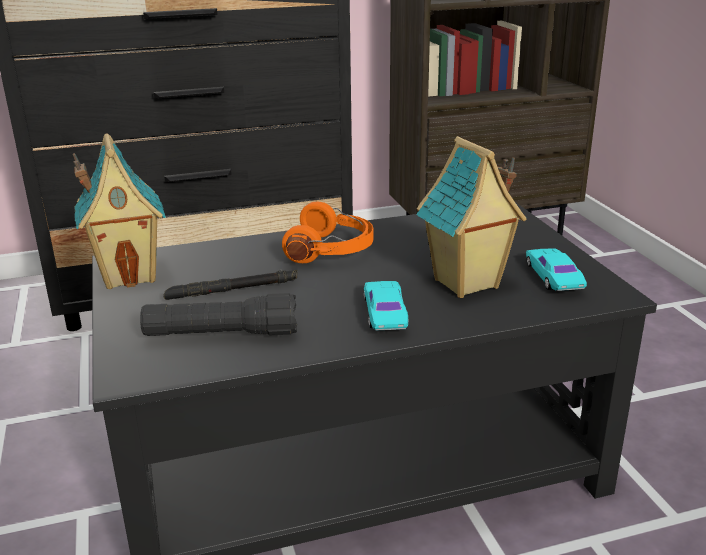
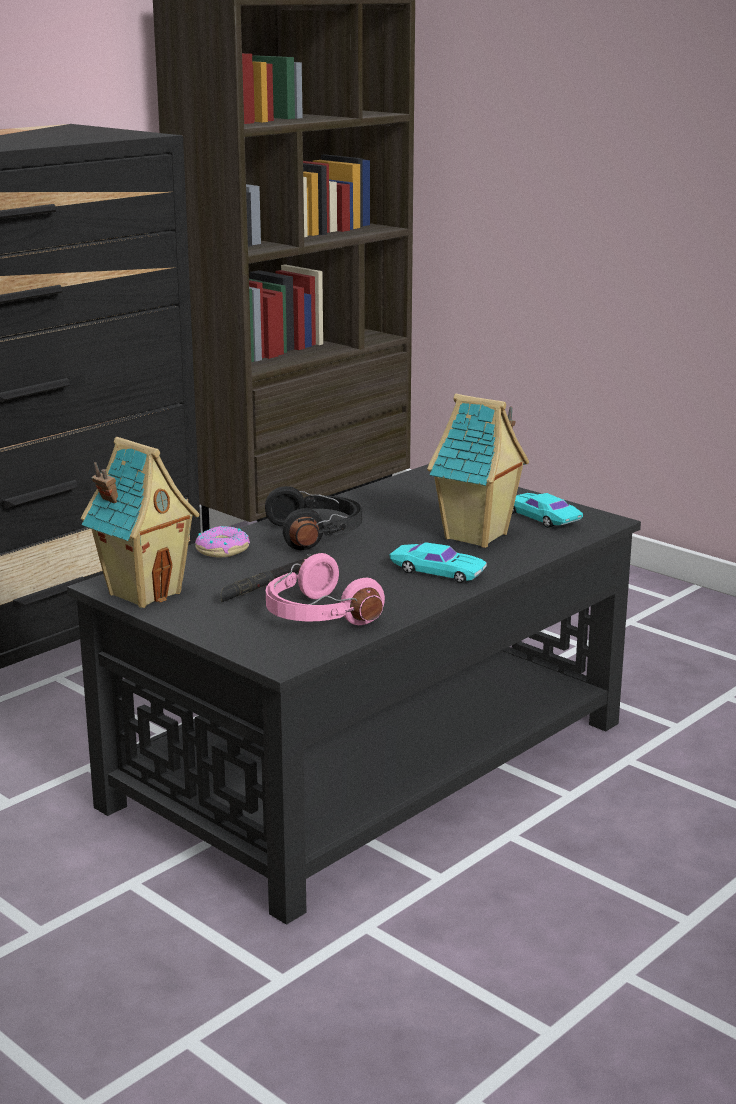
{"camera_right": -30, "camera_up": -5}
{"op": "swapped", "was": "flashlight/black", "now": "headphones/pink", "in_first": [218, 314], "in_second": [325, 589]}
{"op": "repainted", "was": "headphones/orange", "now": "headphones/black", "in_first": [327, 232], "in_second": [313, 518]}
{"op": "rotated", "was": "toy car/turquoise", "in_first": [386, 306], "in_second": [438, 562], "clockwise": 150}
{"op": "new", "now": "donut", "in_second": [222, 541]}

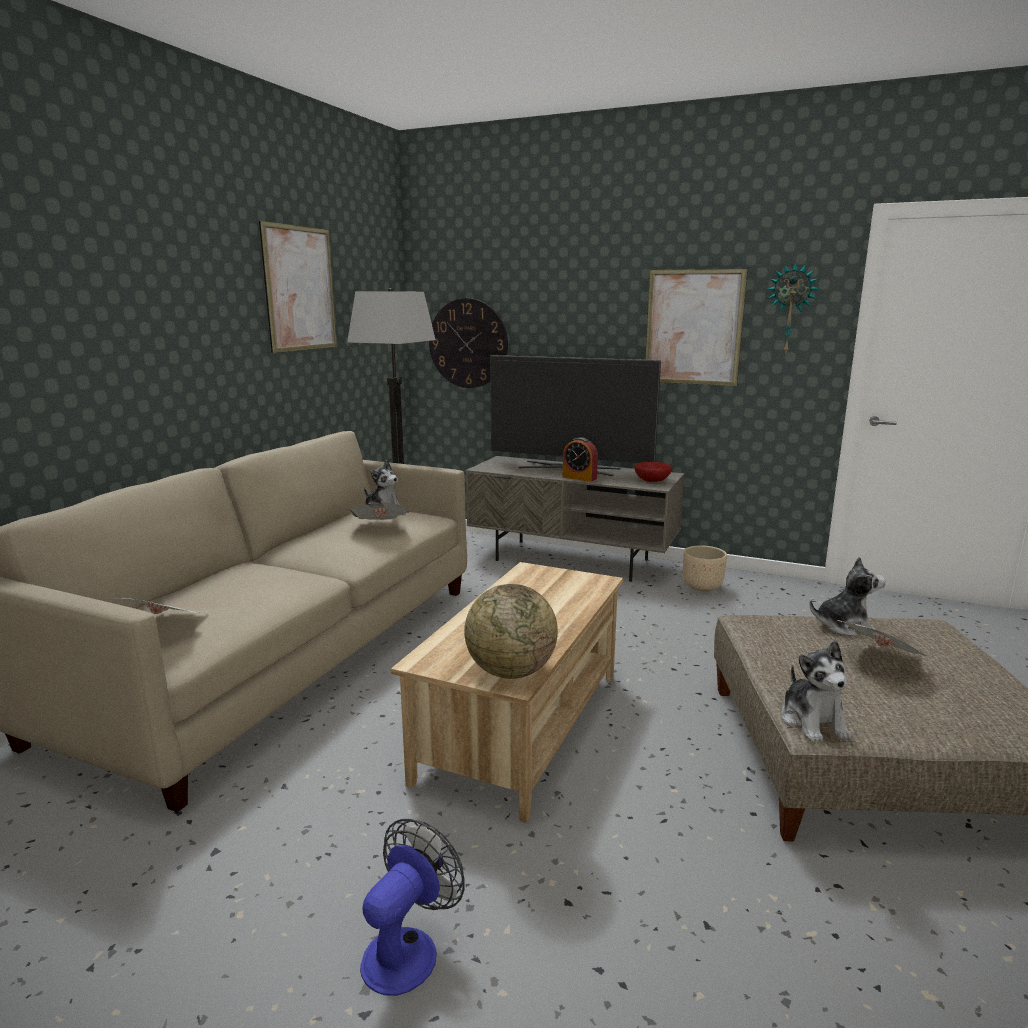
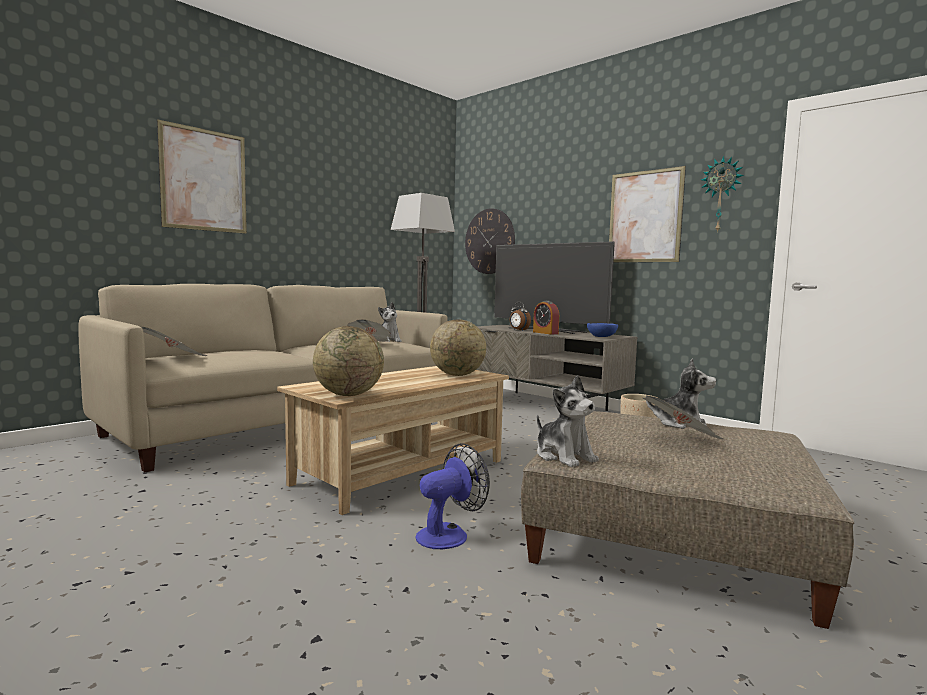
{"camera_right": 20, "camera_up": -10}
{"op": "shifted", "was": "picture", "in_first": [298, 287], "in_second": [202, 176]}
{"op": "shifted", "was": "fan", "in_first": [412, 907], "in_second": [452, 496]}
{"op": "repainted", "was": "bowl/red", "now": "bowl/blue", "in_first": [653, 472], "in_second": [602, 330]}
{"op": "rotated", "was": "plush toy", "in_first": [816, 691], "in_second": [568, 421], "clockwise": -45}
{"op": "new", "now": "globe", "in_second": [458, 348]}
{"op": "new", "now": "alarm clock", "in_second": [520, 316]}

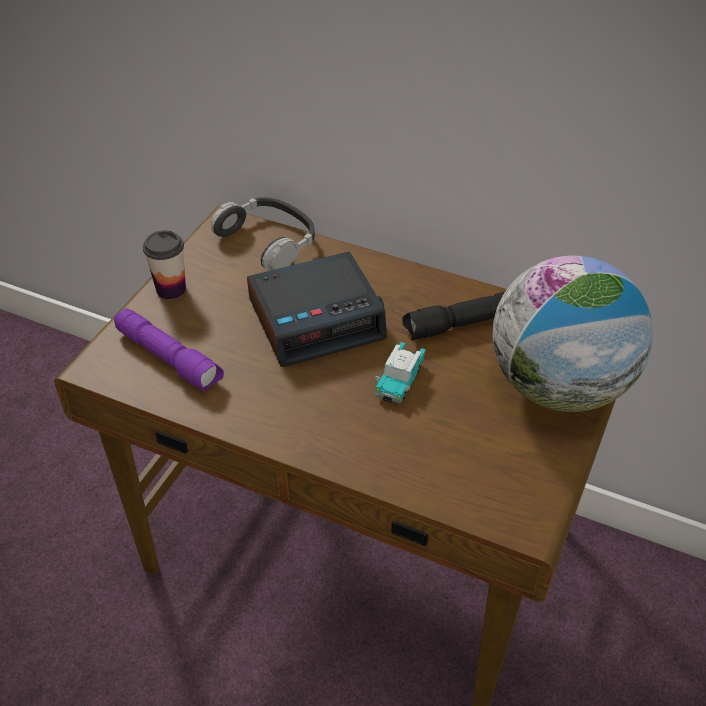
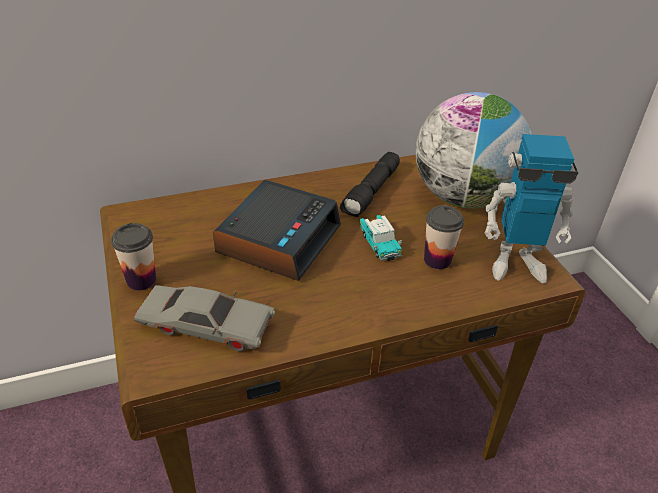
{"camera_right": -45, "camera_up": -5}
{"op": "swapped", "was": "flashlight/purple", "now": "toy car/grey", "in_first": [169, 350], "in_second": [204, 318]}
{"op": "gone", "was": "headphones", "in_first": [263, 234]}
{"op": "new", "now": "cup", "in_second": [444, 237]}
{"op": "new", "now": "toy robot", "in_second": [531, 209]}

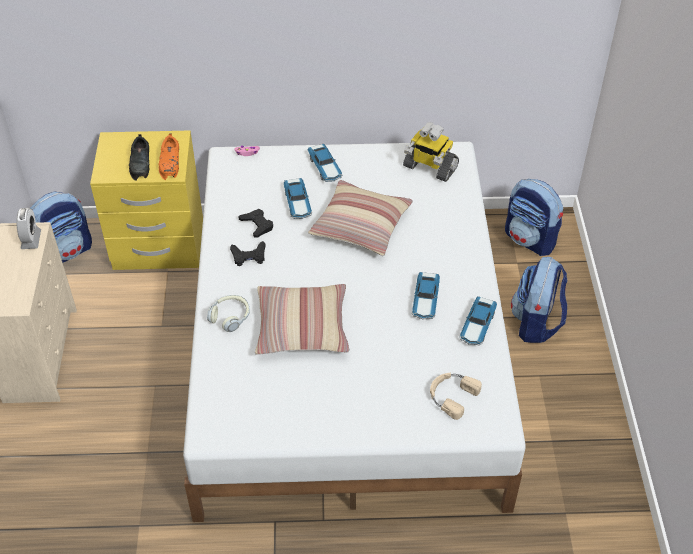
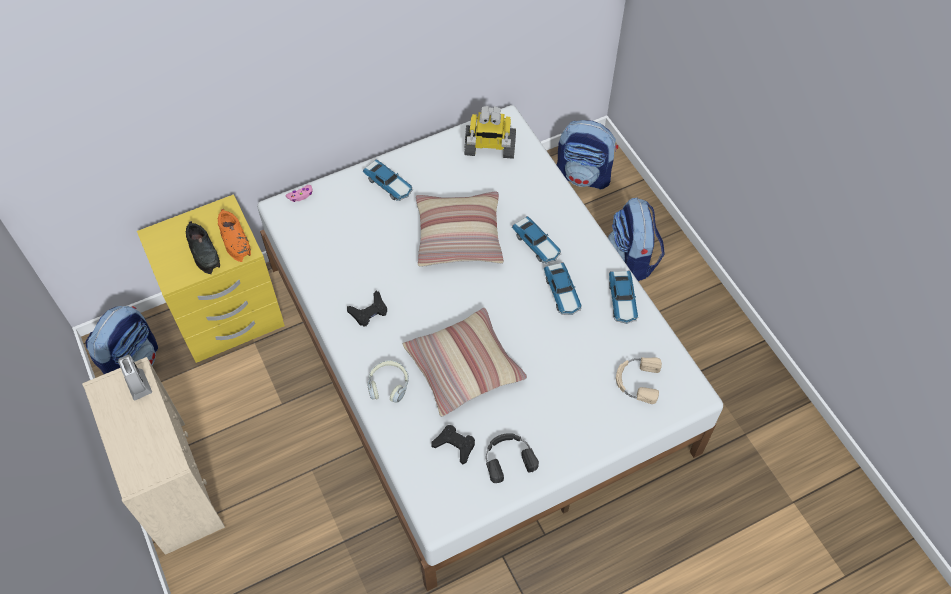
{"camera_right": -25, "camera_up": 10}
{"op": "shifted", "was": "game controller/black", "in_first": [255, 223], "in_second": [453, 445]}
{"op": "shifted", "was": "toy car", "in_first": [298, 198], "in_second": [536, 240]}
{"op": "new", "now": "headphones/black", "in_second": [512, 458]}

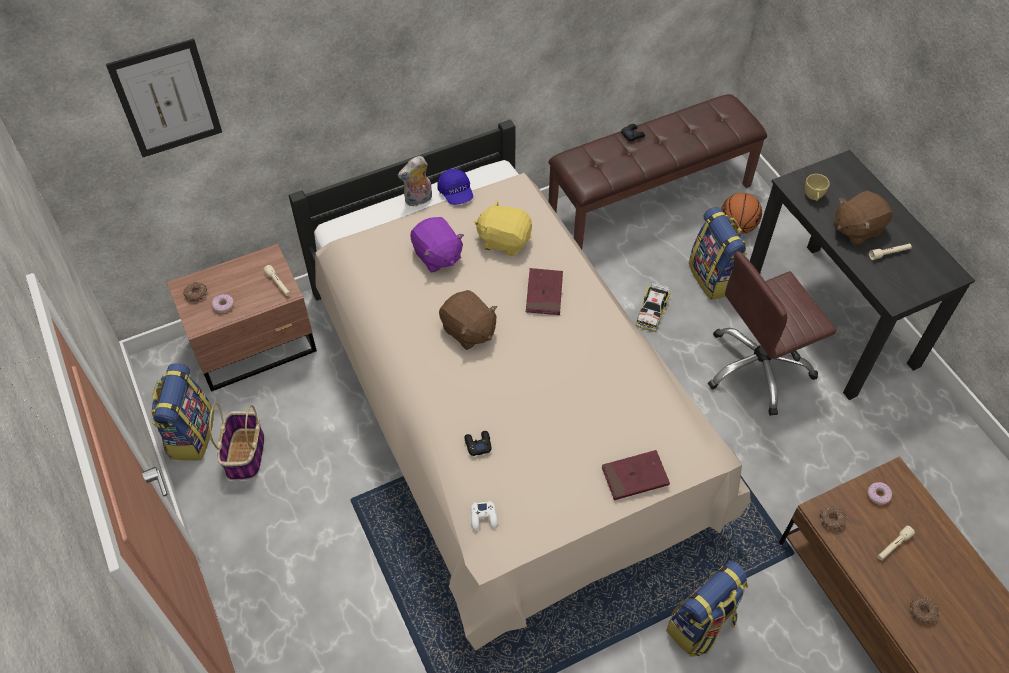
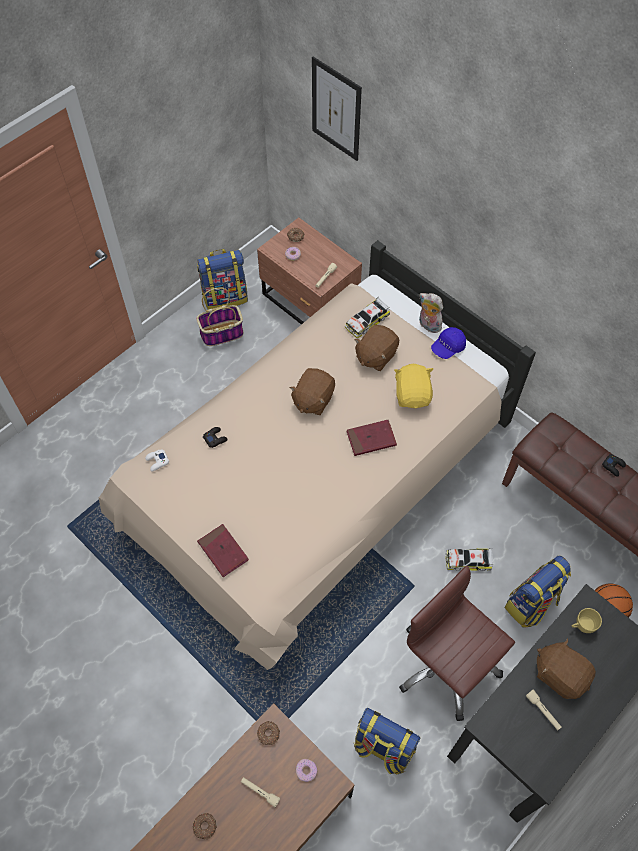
{"camera_right": 70, "camera_up": 5}
{"op": "repainted", "was": "plush toy/purple", "now": "plush toy/brown", "in_first": [437, 245], "in_second": [376, 347]}
{"op": "shifted", "was": "backpack", "in_first": [707, 609], "in_second": [387, 741]}
{"op": "new", "now": "toy car", "in_second": [367, 318]}

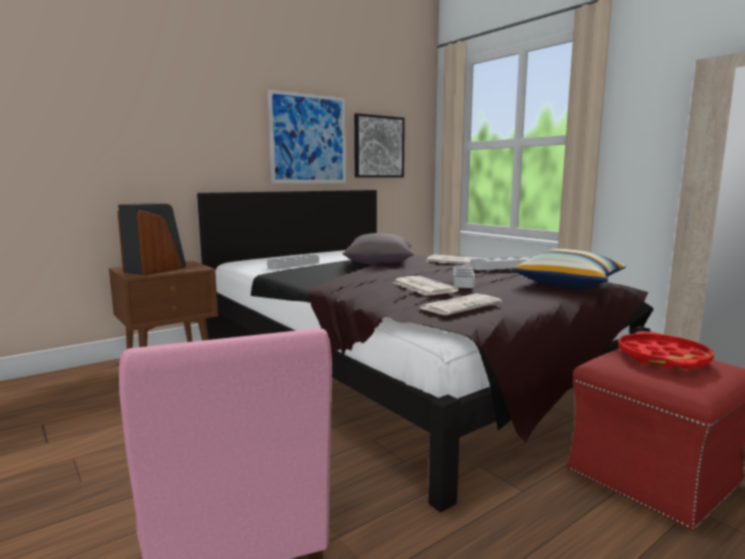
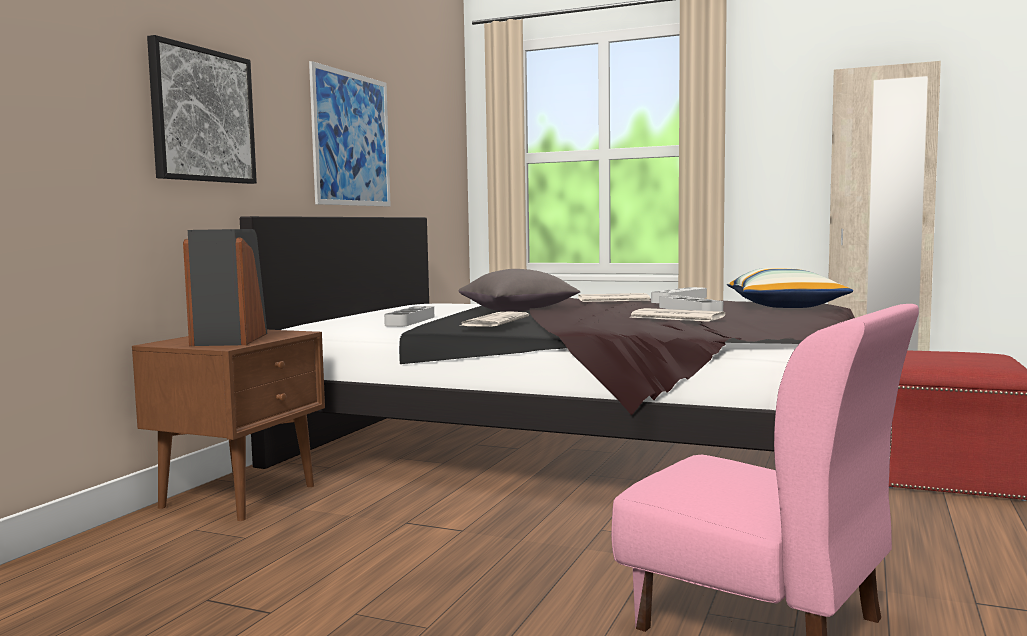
{"camera_right": -30, "camera_up": -5}
{"op": "shifted", "was": "picture", "in_first": [379, 145], "in_second": [202, 109]}
{"op": "shifted", "was": "newspaper", "in_first": [461, 304], "in_second": [494, 319]}
{"op": "gone", "was": "tray/red", "in_first": [666, 350]}

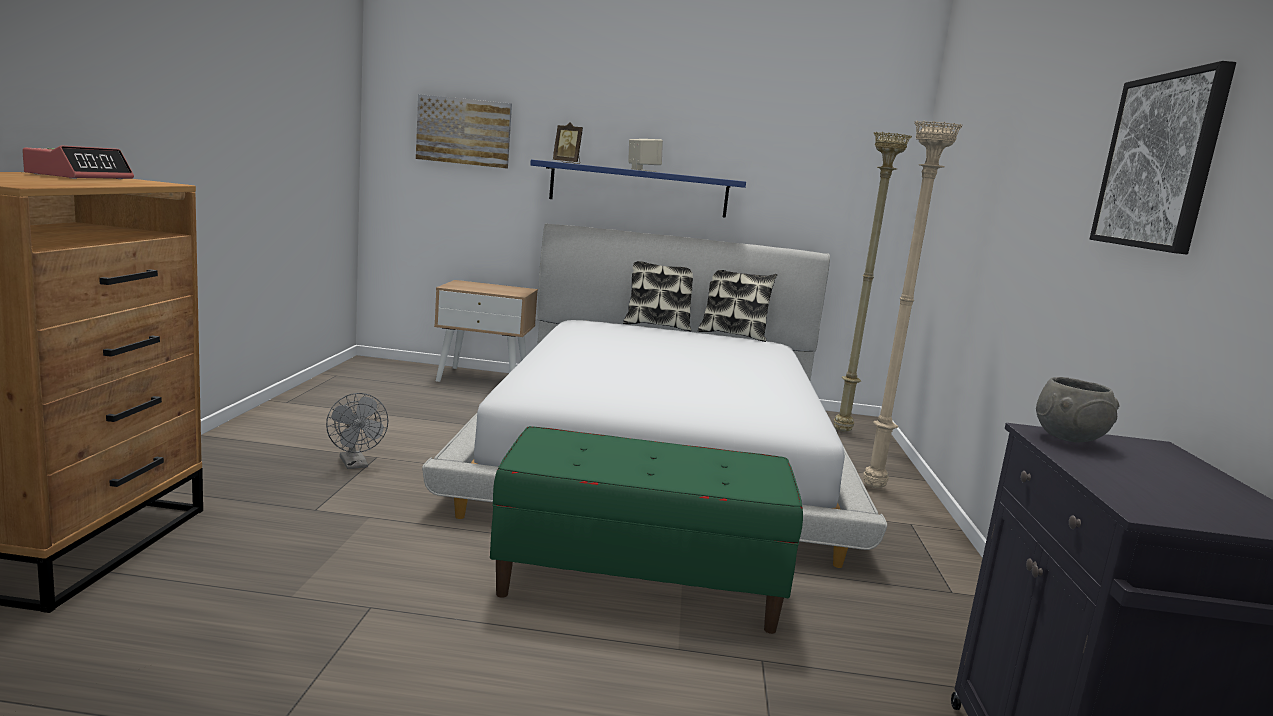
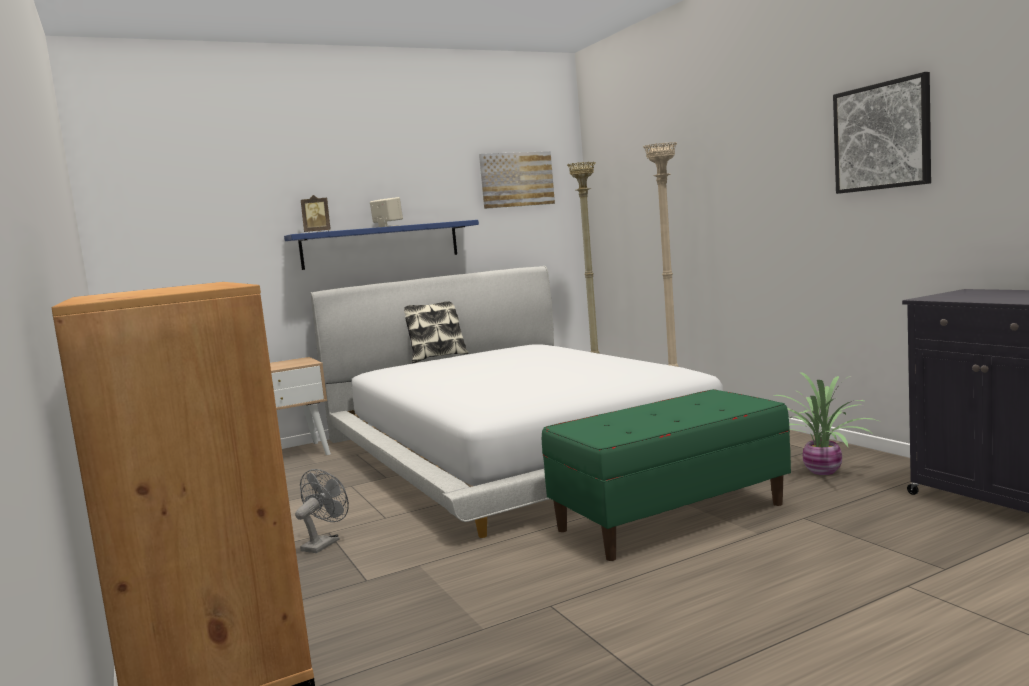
{"camera_right": -30, "camera_up": -5}
{"op": "gone", "was": "alarm clock", "in_first": [78, 162]}
{"op": "rotated", "was": "fan/grey", "in_first": [357, 431], "in_second": [322, 511], "clockwise": -90}
{"op": "shifted", "was": "picture", "in_first": [464, 131], "in_second": [517, 180]}
{"op": "gone", "was": "pillow", "in_first": [737, 306]}
{"op": "gone", "was": "bowl/grey", "in_first": [1078, 409]}
{"op": "new", "now": "potted plant", "in_second": [825, 423]}

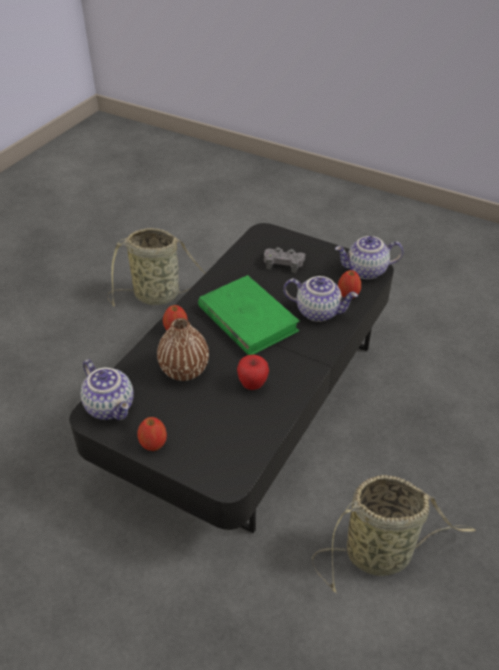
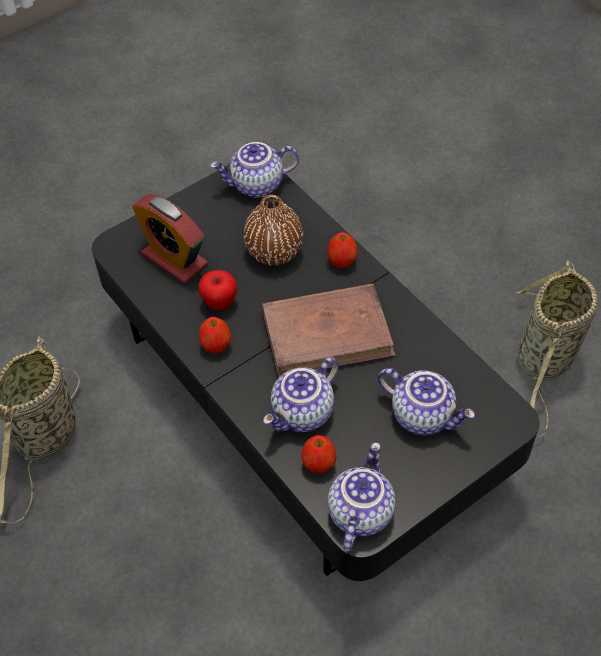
{"camera_right": 115, "camera_up": 10}
{"op": "shifted", "was": "apple", "in_first": [152, 434], "in_second": [215, 335]}
{"op": "repainted", "was": "book/green", "now": "book/brown", "in_first": [249, 315], "in_second": [329, 331]}
{"op": "swapped", "was": "game controller/grey", "now": "teapot", "in_first": [284, 260], "in_second": [426, 401]}
{"op": "new", "now": "alarm clock", "in_second": [170, 239]}

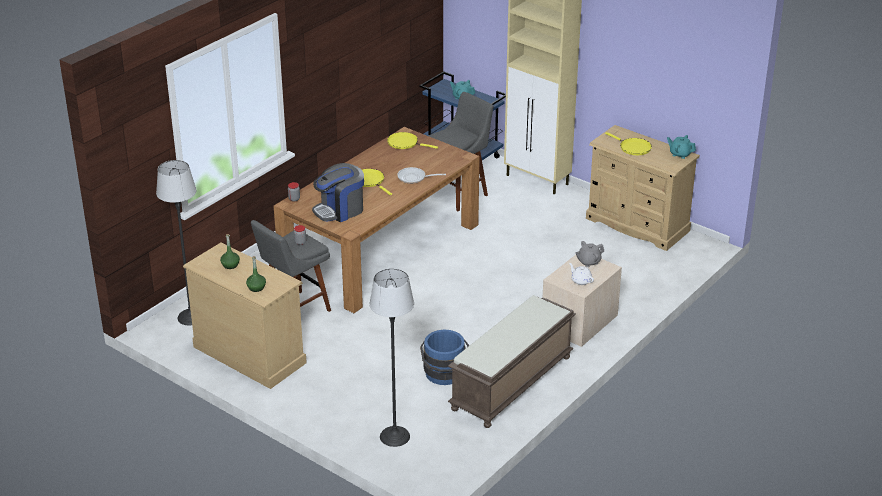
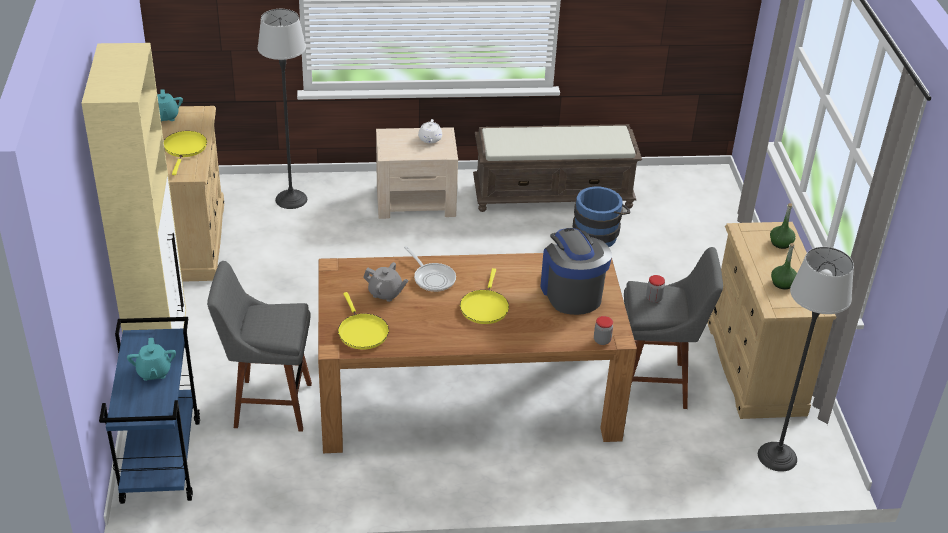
{"camera_right": -135, "camera_up": 5}
{"op": "rotated", "was": "coffee machine", "in_first": [338, 192], "in_second": [576, 271], "clockwise": -120}
{"op": "shifted", "was": "floor lamp", "in_first": [391, 357], "in_second": [282, 109]}
{"op": "shifted", "was": "teapot/grey", "in_first": [589, 254], "in_second": [385, 282]}

